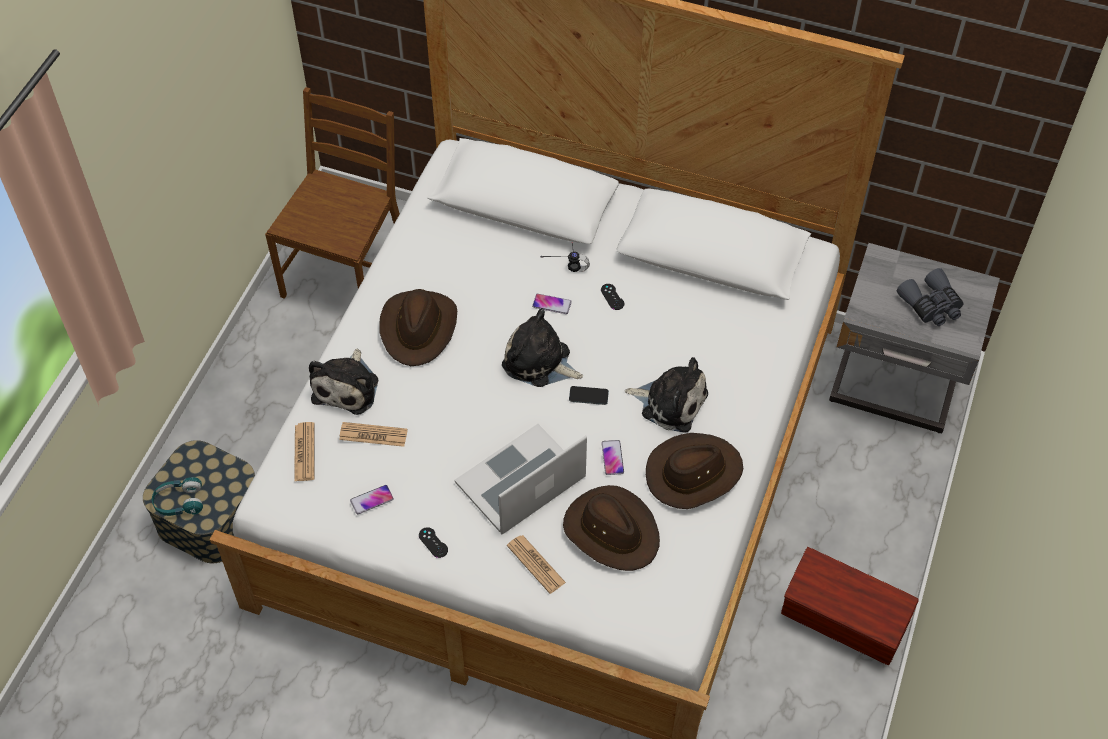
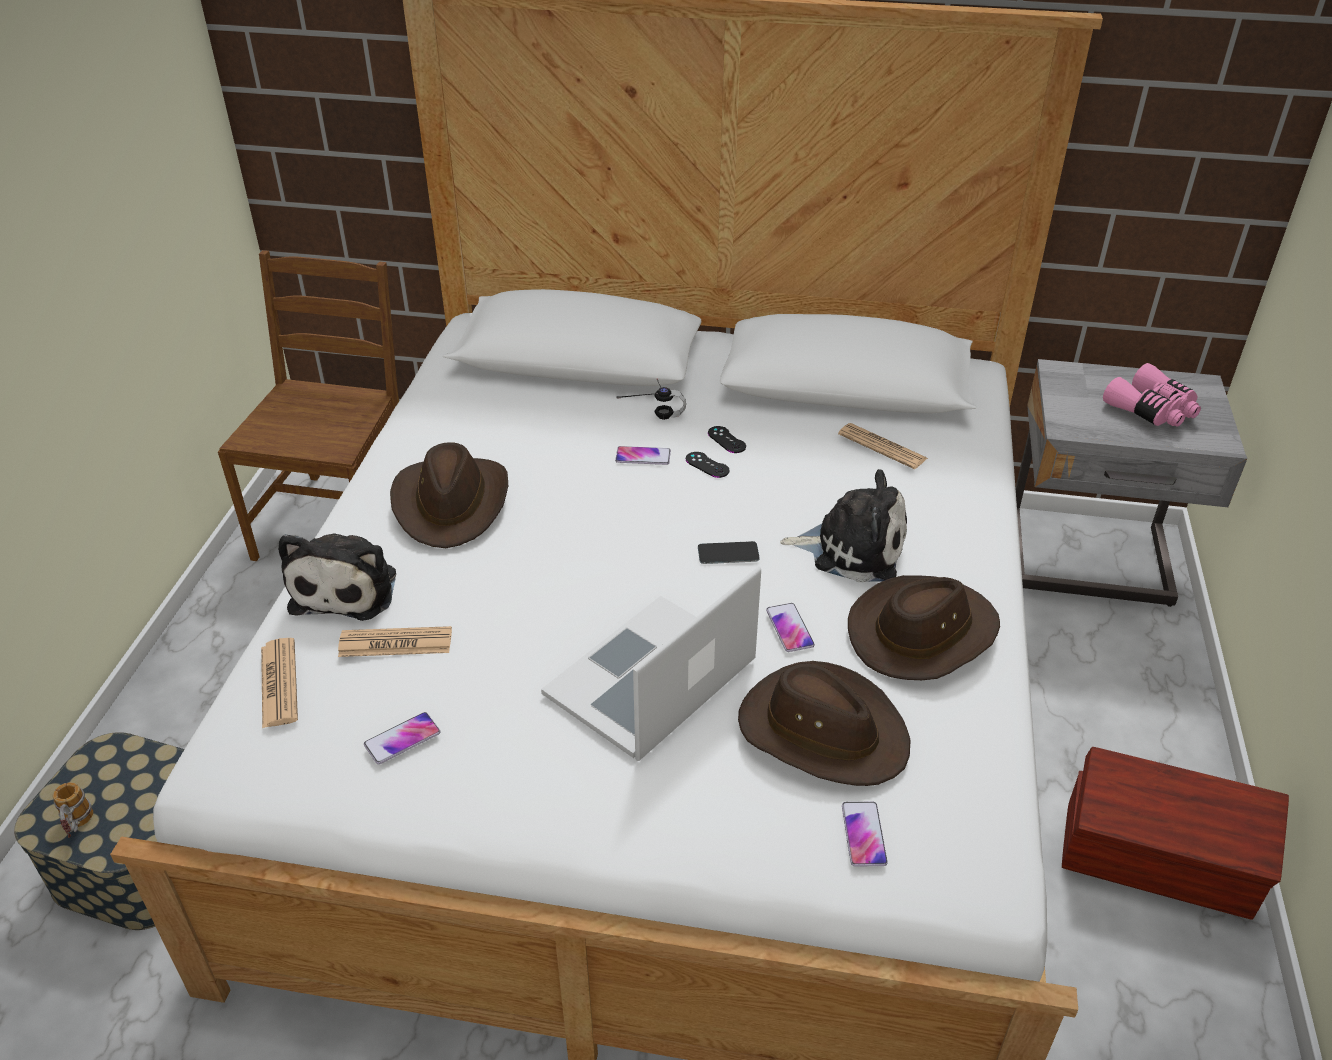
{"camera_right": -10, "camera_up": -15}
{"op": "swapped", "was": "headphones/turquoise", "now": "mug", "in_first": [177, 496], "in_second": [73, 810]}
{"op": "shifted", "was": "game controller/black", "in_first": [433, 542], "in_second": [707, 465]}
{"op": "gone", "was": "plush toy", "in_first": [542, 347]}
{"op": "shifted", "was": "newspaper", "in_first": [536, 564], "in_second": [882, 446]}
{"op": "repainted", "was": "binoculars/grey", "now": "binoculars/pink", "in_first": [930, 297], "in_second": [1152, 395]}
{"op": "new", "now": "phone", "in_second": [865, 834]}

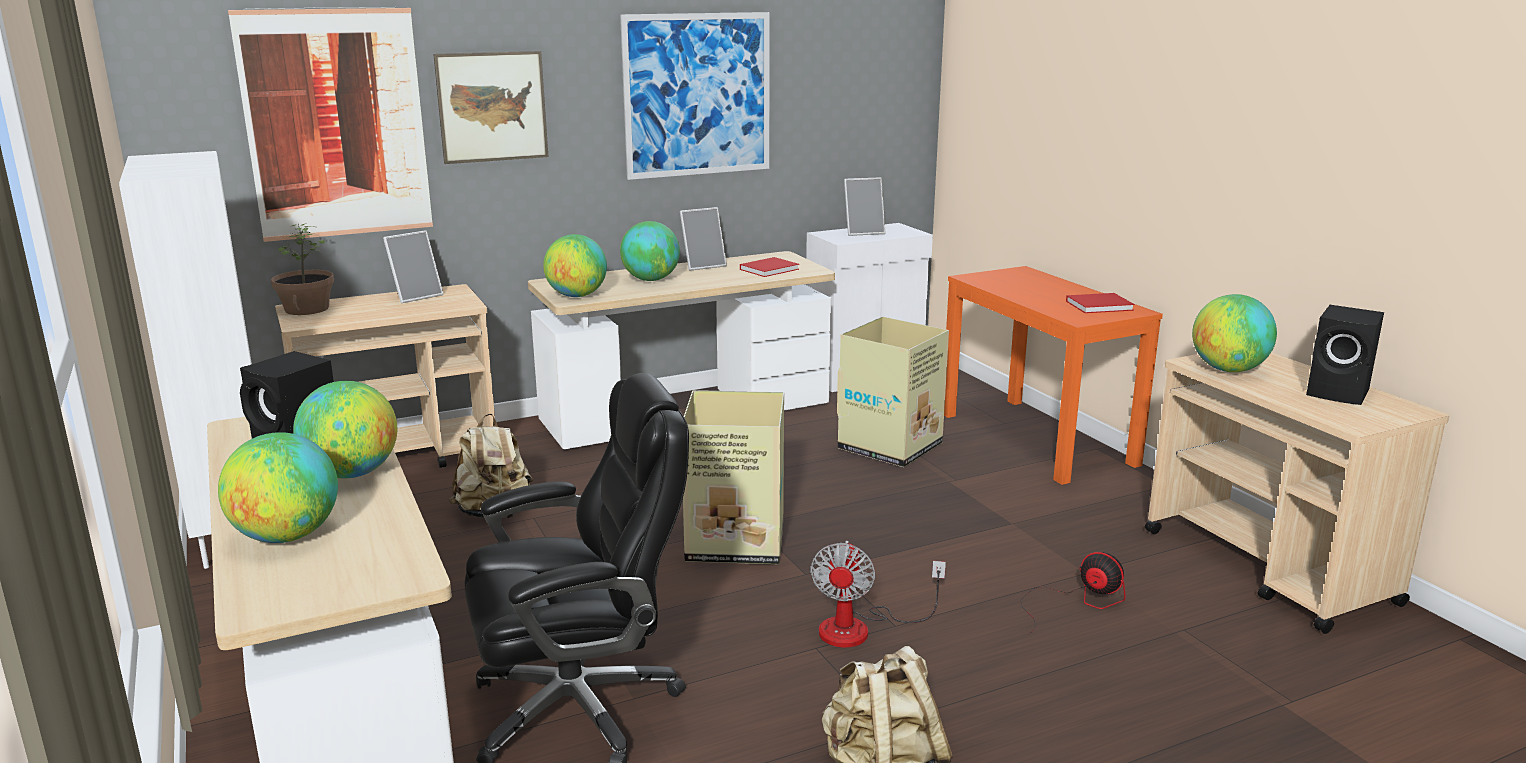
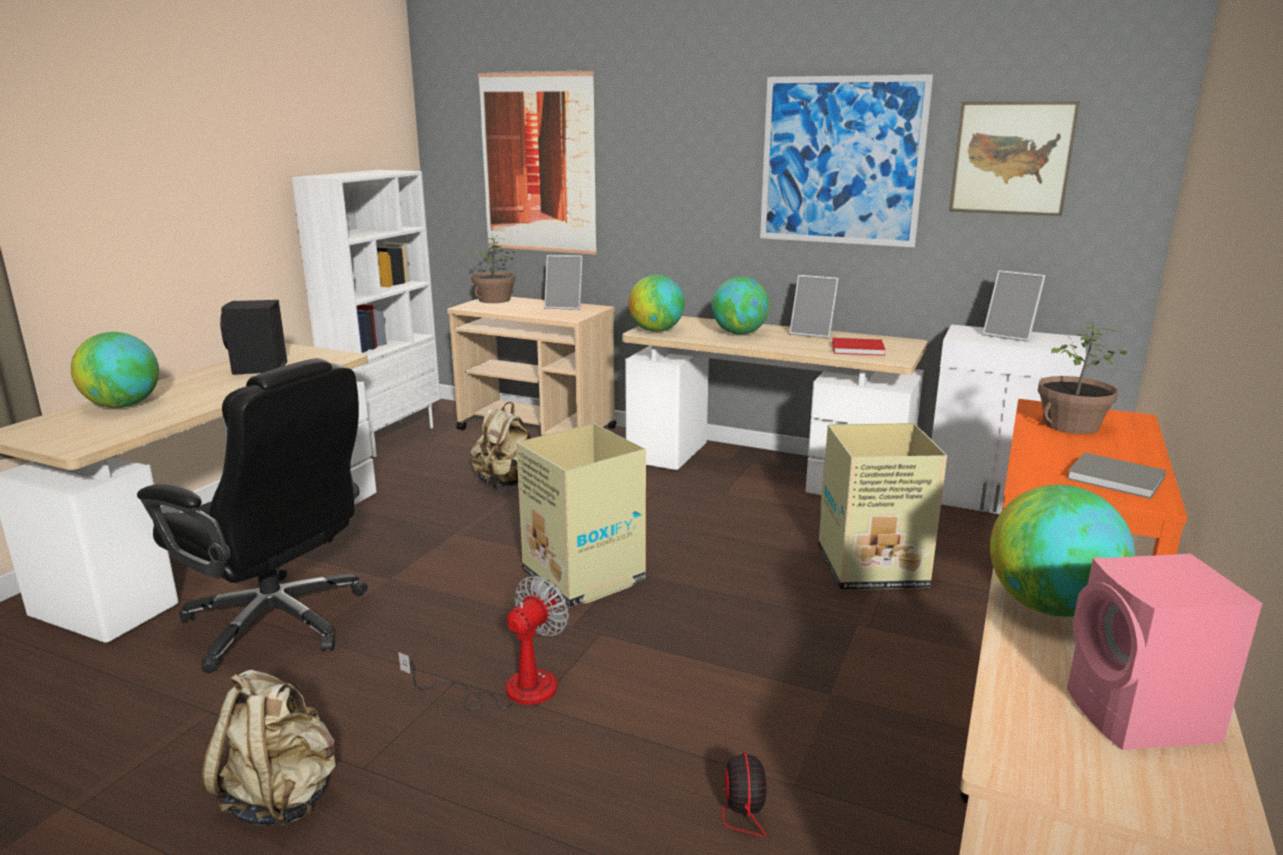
{"camera_right": 50, "camera_up": 0}
{"op": "gone", "was": "globe", "in_first": [345, 429]}
{"op": "shifted", "was": "picture", "in_first": [490, 107], "in_second": [1014, 158]}
{"op": "rotated", "was": "fan", "in_first": [878, 594], "in_second": [483, 643], "clockwise": 150}
{"op": "repainted", "was": "book/red", "now": "book/grey", "in_first": [1100, 303], "in_second": [1116, 476]}
{"op": "repainted", "was": "speaker/black", "now": "speaker/pink", "in_first": [1345, 355], "in_second": [1164, 652]}
{"op": "new", "now": "potted plant", "in_second": [1082, 377]}

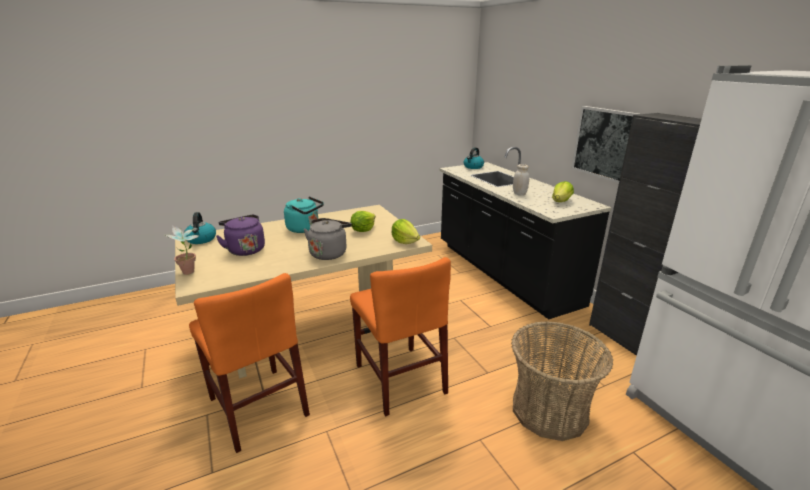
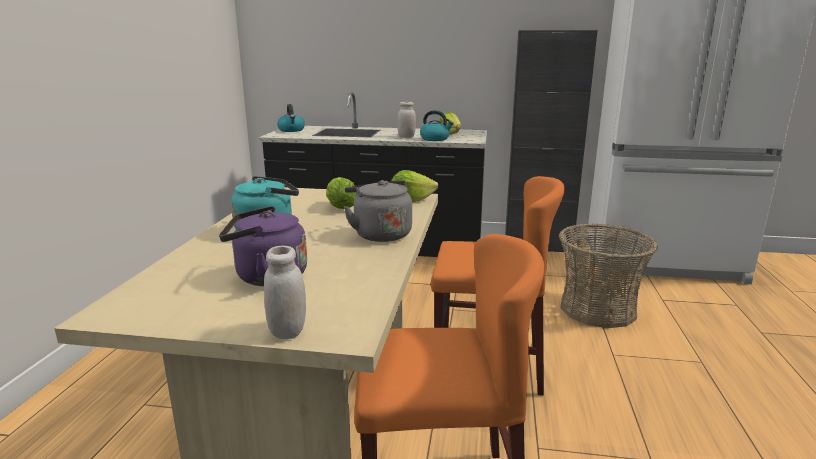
{"camera_right": -55, "camera_up": -5}
{"op": "swapped", "was": "potted plant", "now": "jar/white", "in_first": [182, 250], "in_second": [285, 292]}
{"op": "shifted", "was": "kettle", "in_first": [200, 228], "in_second": [437, 125]}
{"op": "gone", "was": "picture", "in_first": [605, 144]}

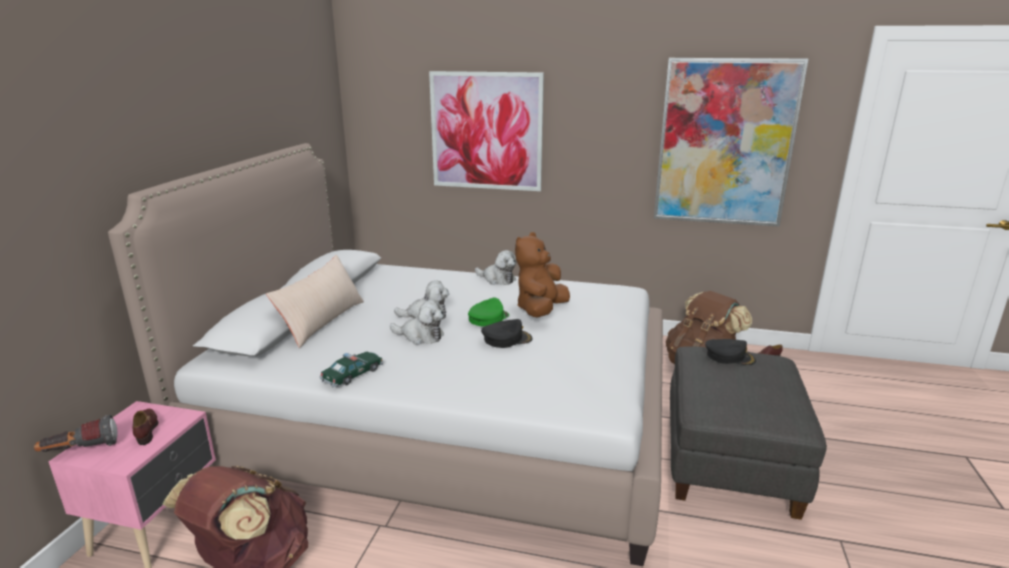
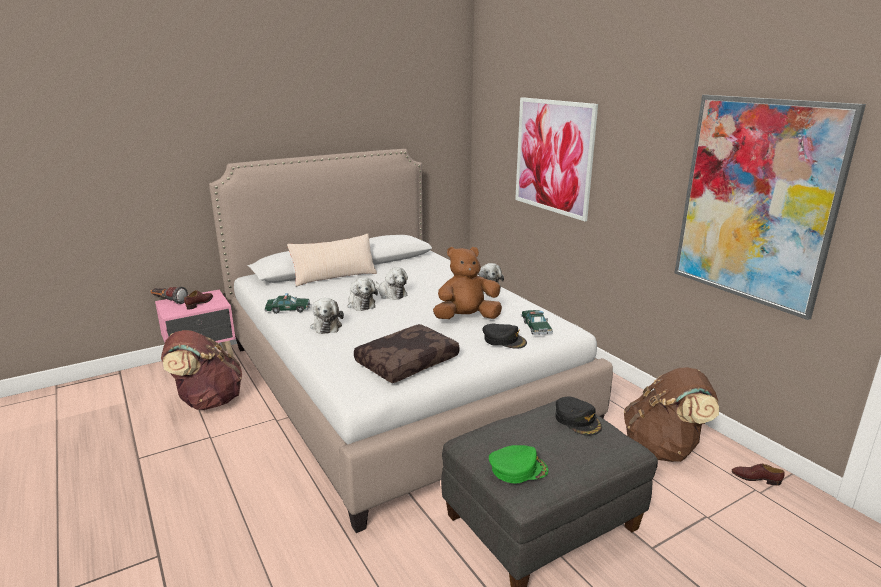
{"camera_right": 45, "camera_up": 0}
{"op": "shifted", "was": "cap/green", "in_first": [488, 312], "in_second": [519, 464]}
{"op": "shifted", "was": "cap/black", "in_first": [507, 333], "in_second": [504, 336]}
{"op": "new", "now": "plush toy", "in_second": [327, 316]}
{"op": "new", "now": "pillow/brown", "in_second": [406, 353]}
{"op": "new", "now": "toy car", "in_second": [537, 322]}

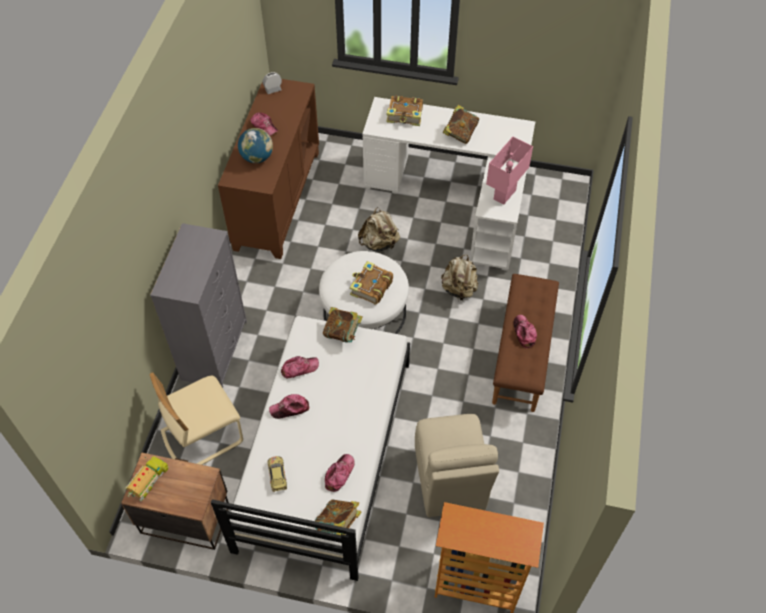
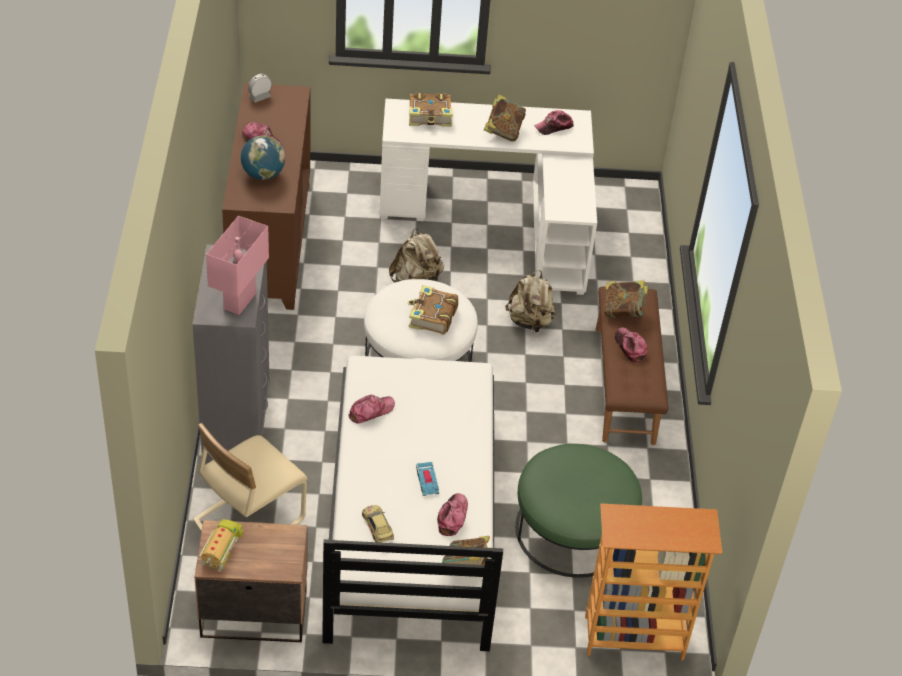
{"camera_right": -15, "camera_up": -10}
{"op": "shifted", "was": "cap", "in_first": [289, 406], "in_second": [554, 122]}
{"op": "shifted", "was": "book", "in_first": [343, 325], "in_second": [626, 299]}
{"op": "swapped", "was": "chair/beige", "now": "ottoman/green", "in_first": [457, 465], "in_second": [578, 511]}
{"op": "shifted", "was": "table lamp/pink", "in_first": [509, 171], "in_second": [237, 265]}
{"op": "new", "now": "toy car", "in_second": [427, 479]}

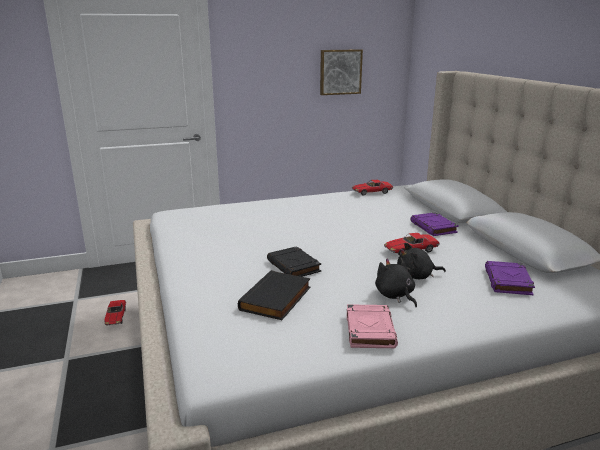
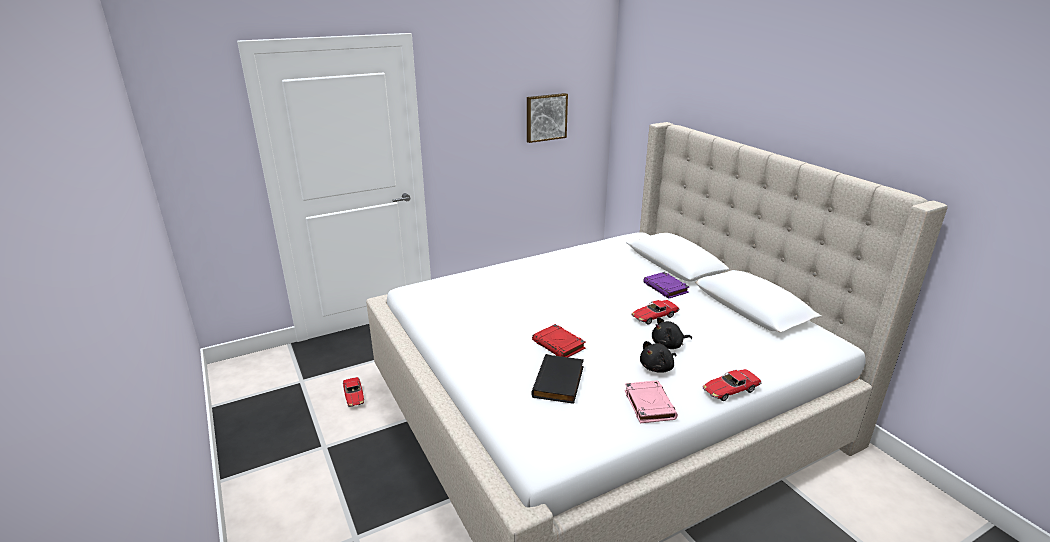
{"camera_right": -10, "camera_up": 5}
{"op": "repainted", "was": "book/black", "now": "book/red", "in_first": [294, 261], "in_second": [559, 340]}
{"op": "shifted", "was": "toy car", "in_first": [372, 187], "in_second": [732, 385]}
{"op": "rotated", "was": "plush toy/black", "in_first": [396, 282], "in_second": [658, 357], "clockwise": -90}
{"op": "gone", "was": "book/purple", "in_first": [510, 278]}

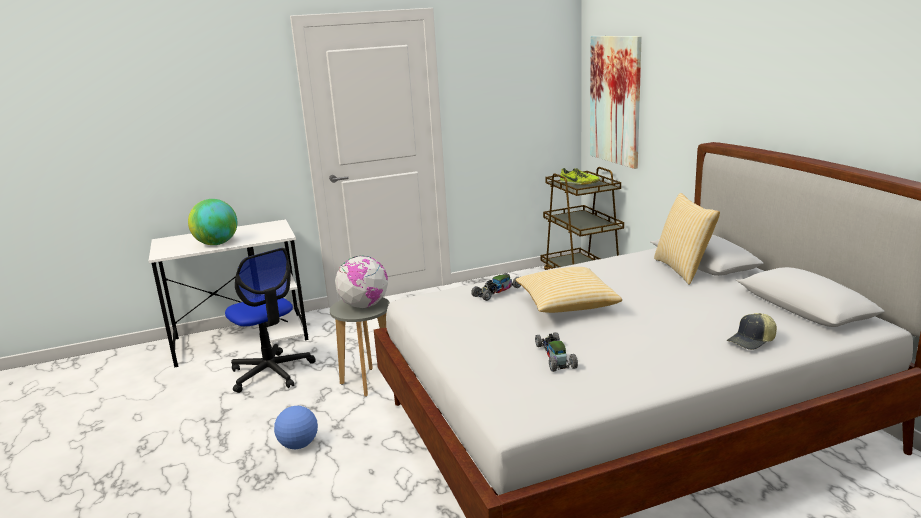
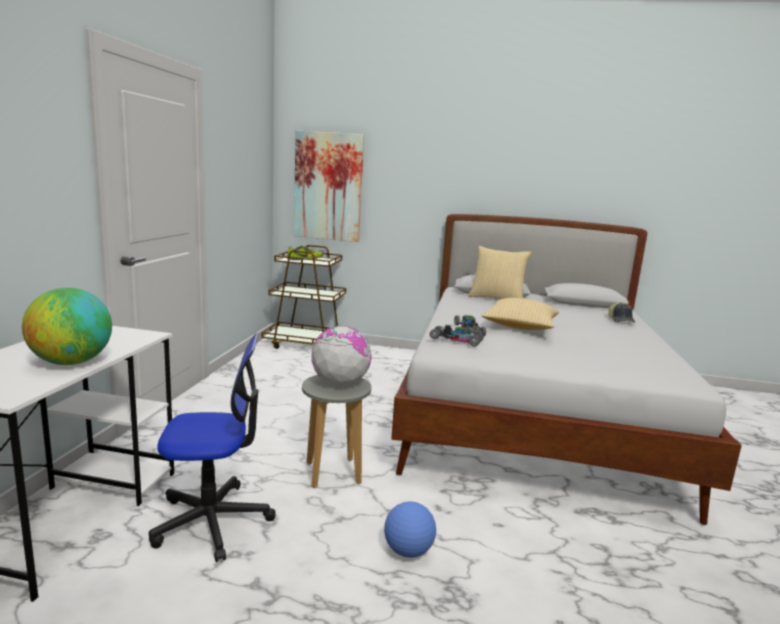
{"camera_right": -60, "camera_up": -5}
{"op": "shifted", "was": "toy car", "in_first": [556, 352], "in_second": [457, 336]}

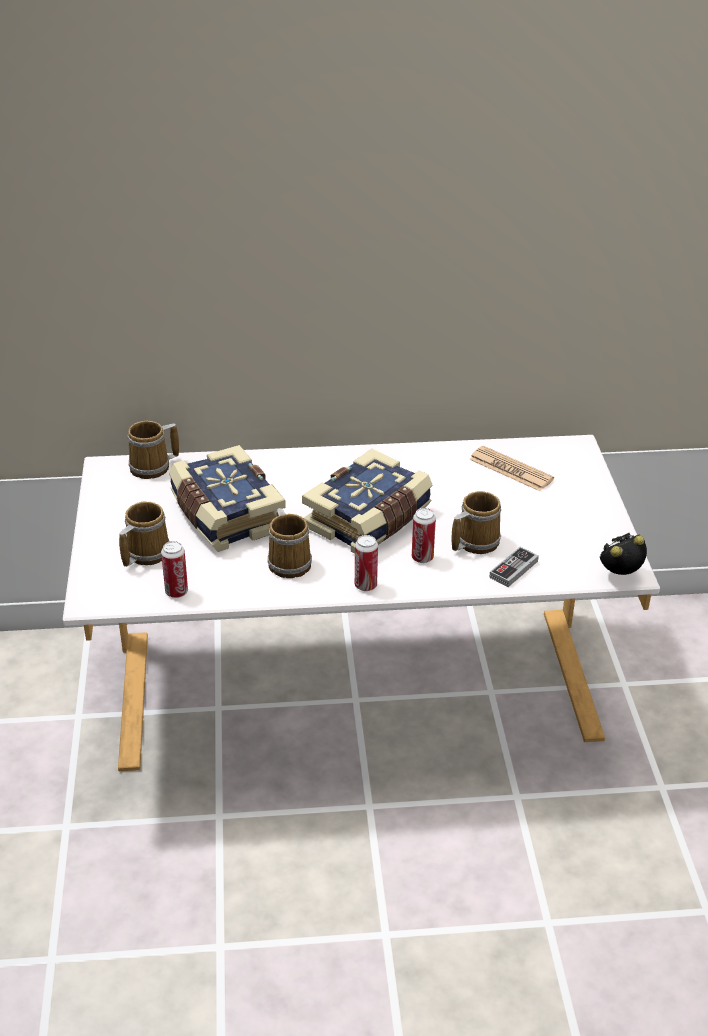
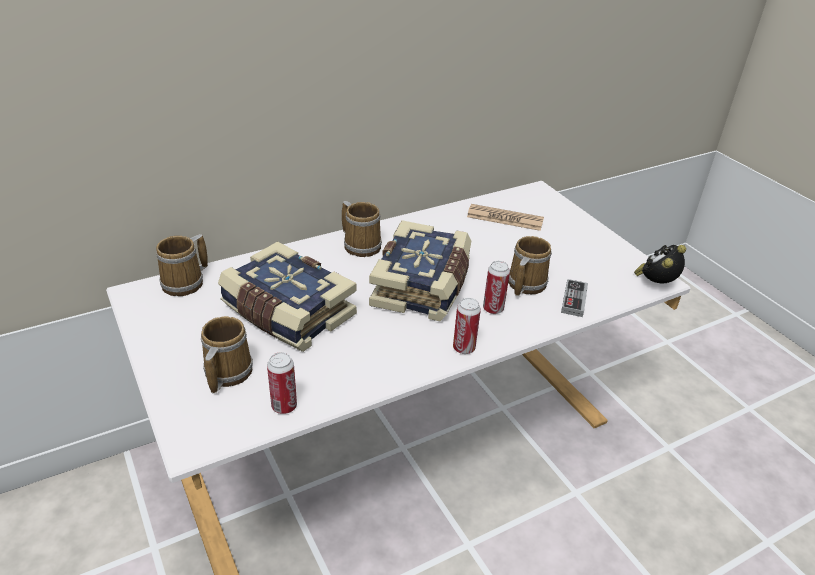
{"camera_right": -25, "camera_up": 0}
{"op": "shifted", "was": "mug", "in_first": [290, 543], "in_second": [362, 229]}

